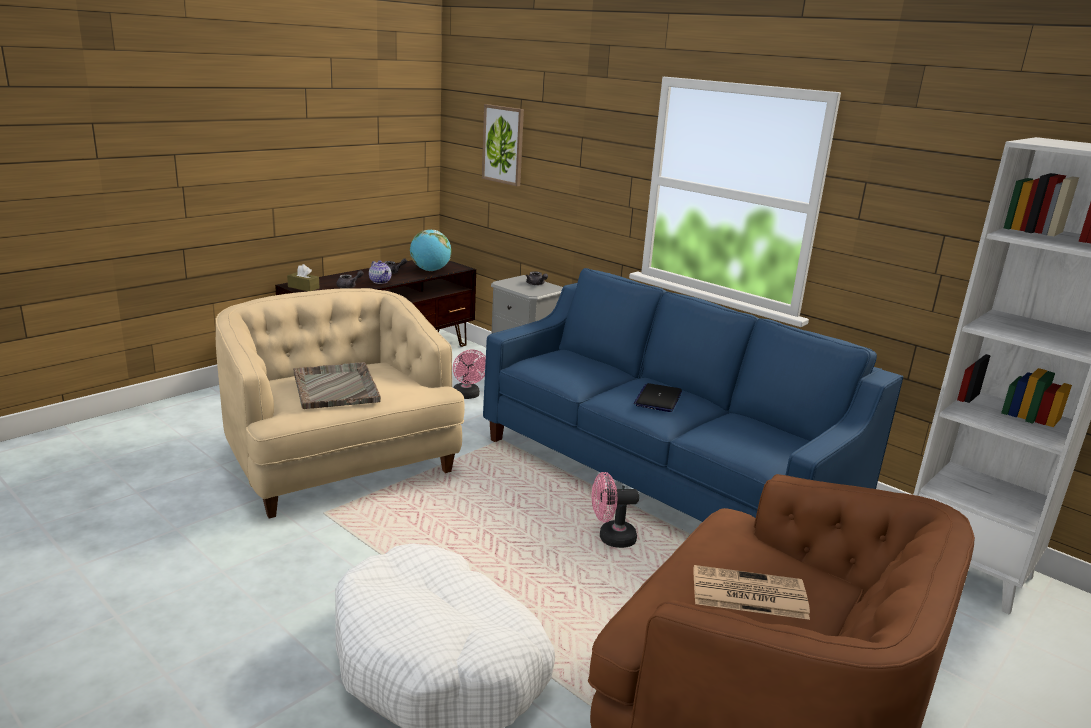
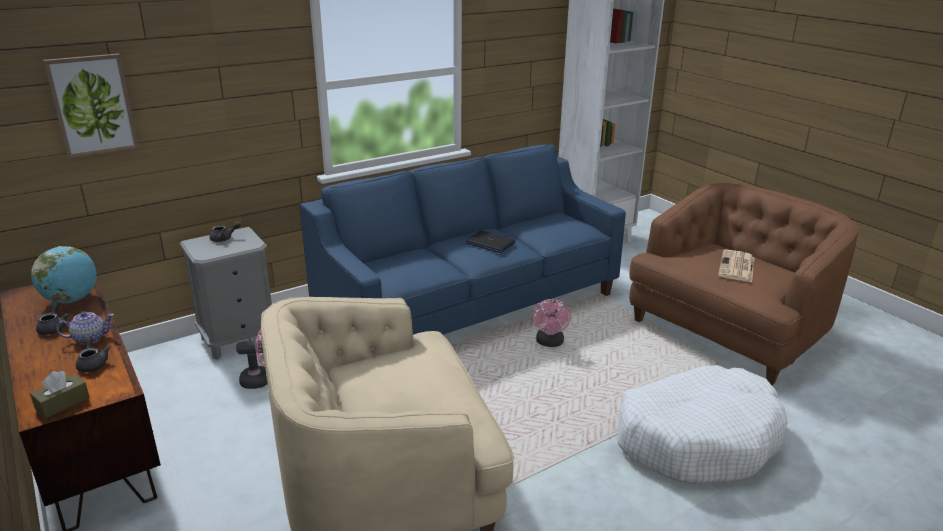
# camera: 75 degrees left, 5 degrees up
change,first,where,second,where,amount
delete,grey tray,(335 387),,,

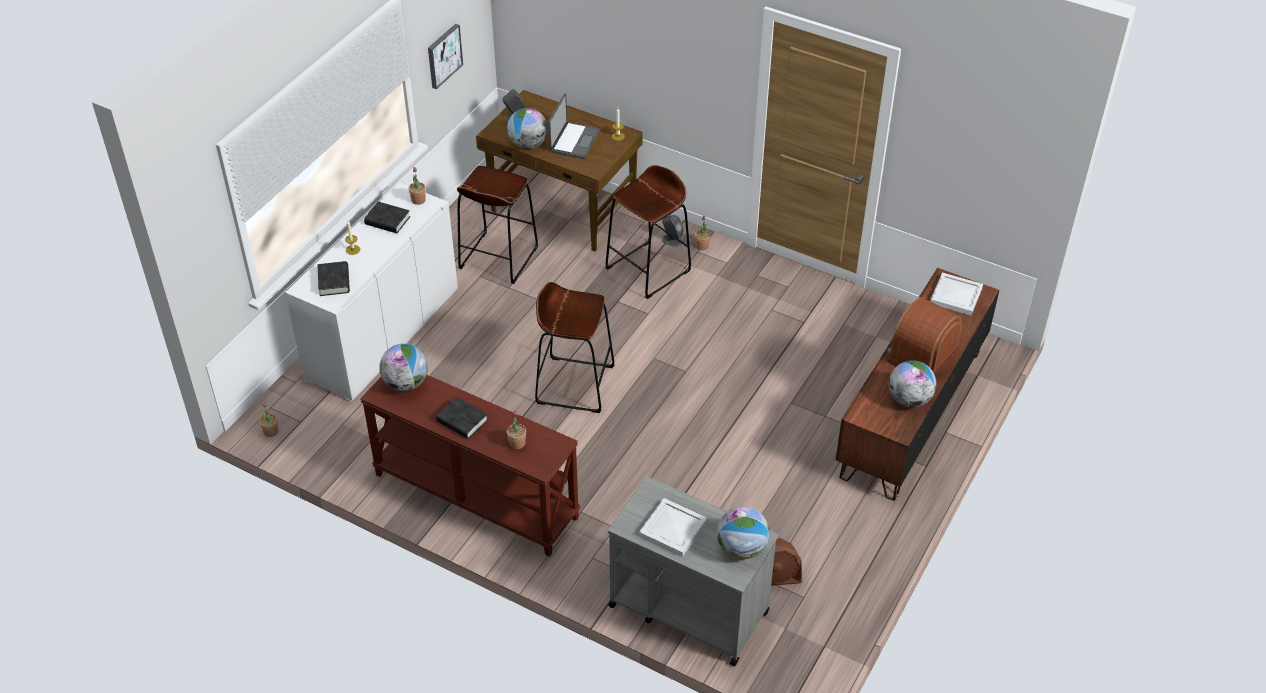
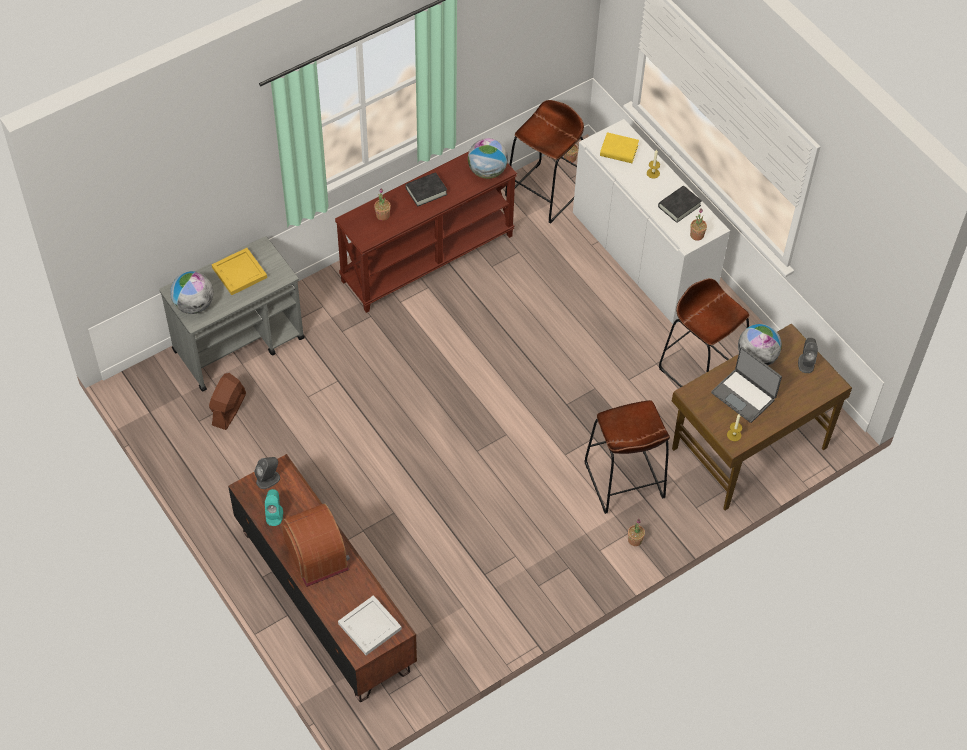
# camera: 115 degrees right, 10 degrees up
change,first,where,second,where,amount
delete,picture,(443 55),,,
move,brown stool,(575 384),,(545 192),
move,grey speaker,(672 240),,(268 479),
replace,globe,(909 399),turquoise speaker,(274 514),
recolor,black book,(334 281),yellow book,(619 151),
recolor,white tray,(672 528),yellow tray,(240 273),

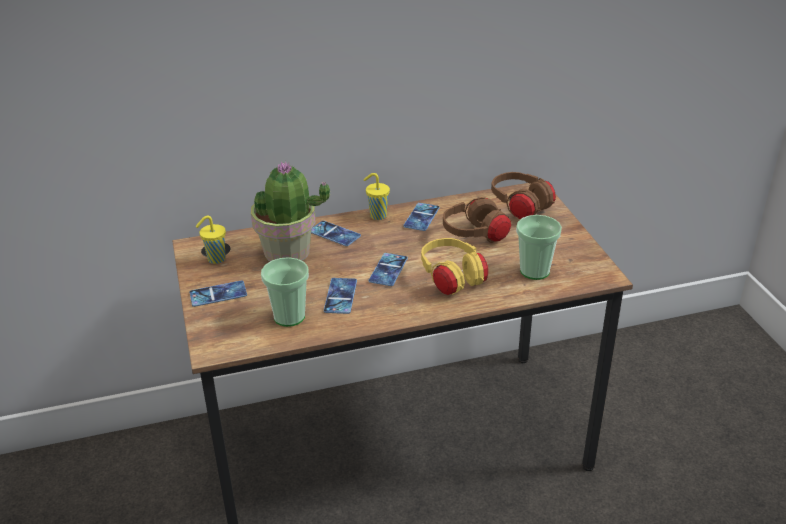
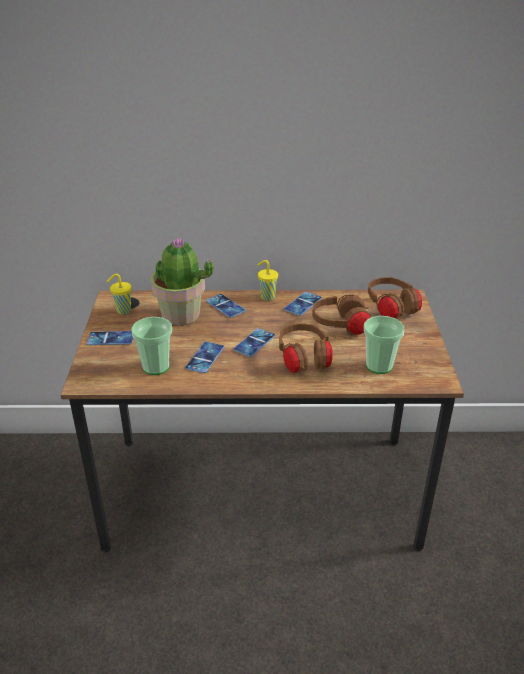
# camera: 15 degrees right, 0 degrees up
change,first,where,second,where,amount
recolor,yellow headphones,(452 280),brown headphones,(304 360),

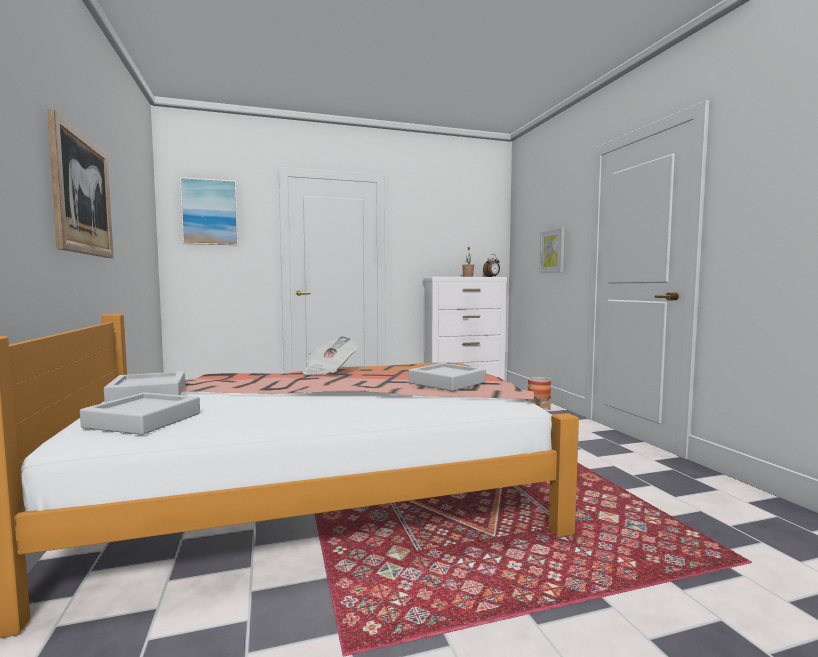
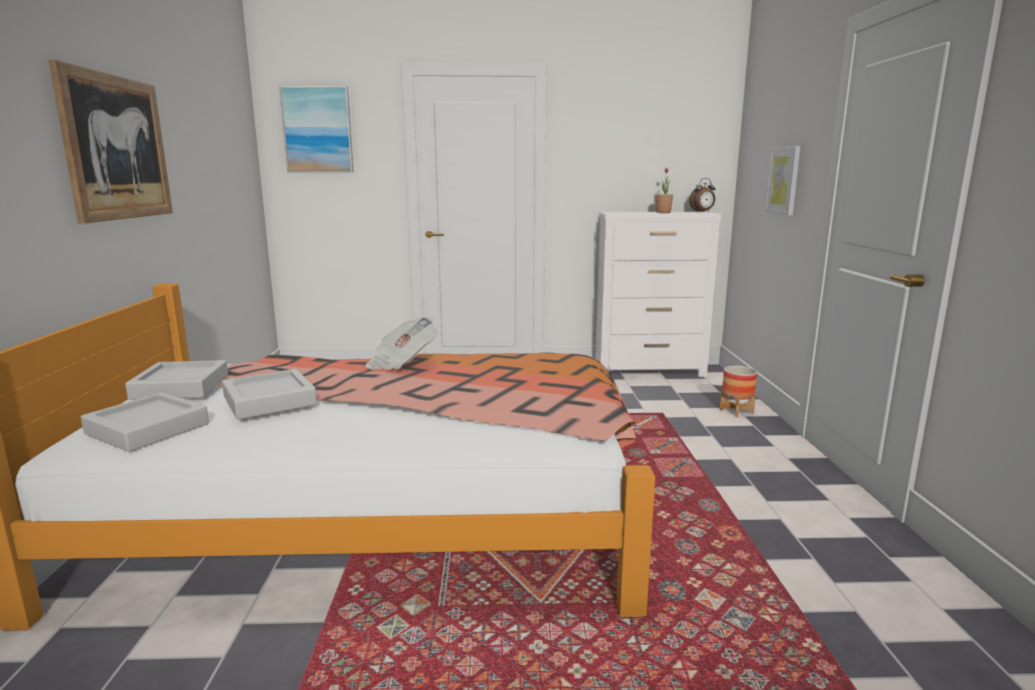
# camera: 15 degrees right, 10 degrees up
change,first,where,second,where,amount
move,grey tray,(447 382),,(269 401),

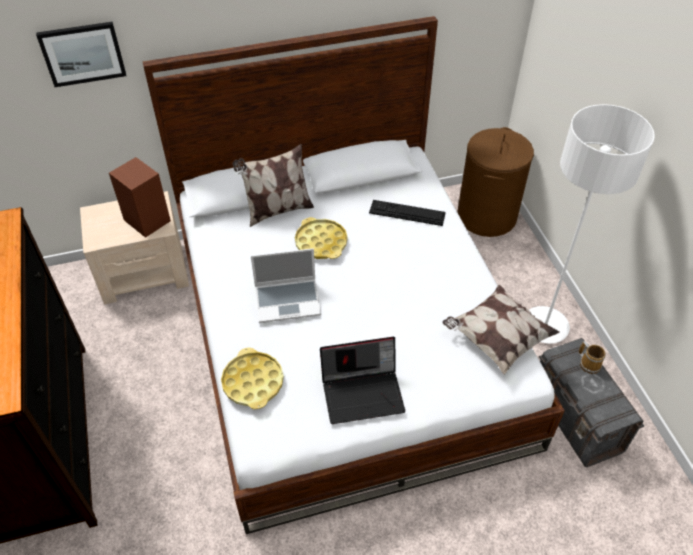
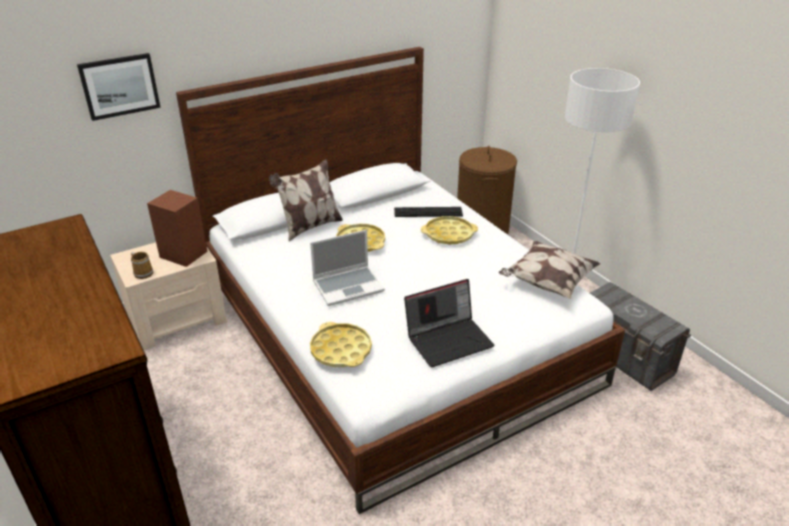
# camera: 15 degrees left, 15 degrees down
change,first,where,second,where,amount
insert,,,yellow tray,(449 234),
move,mug,(589 363),,(143 272),

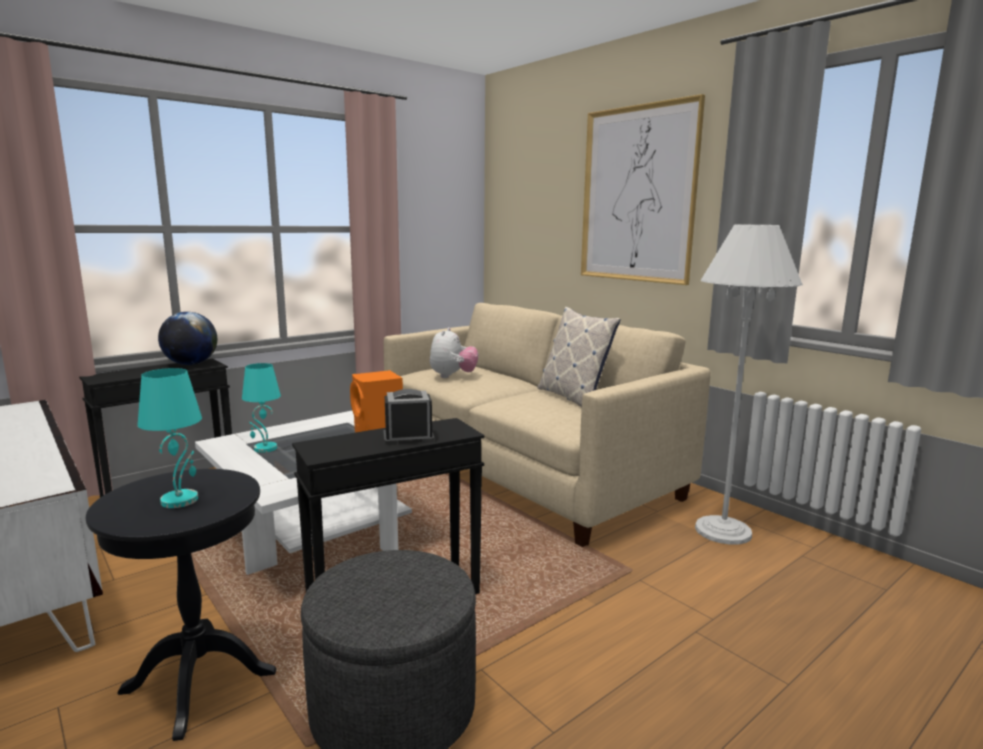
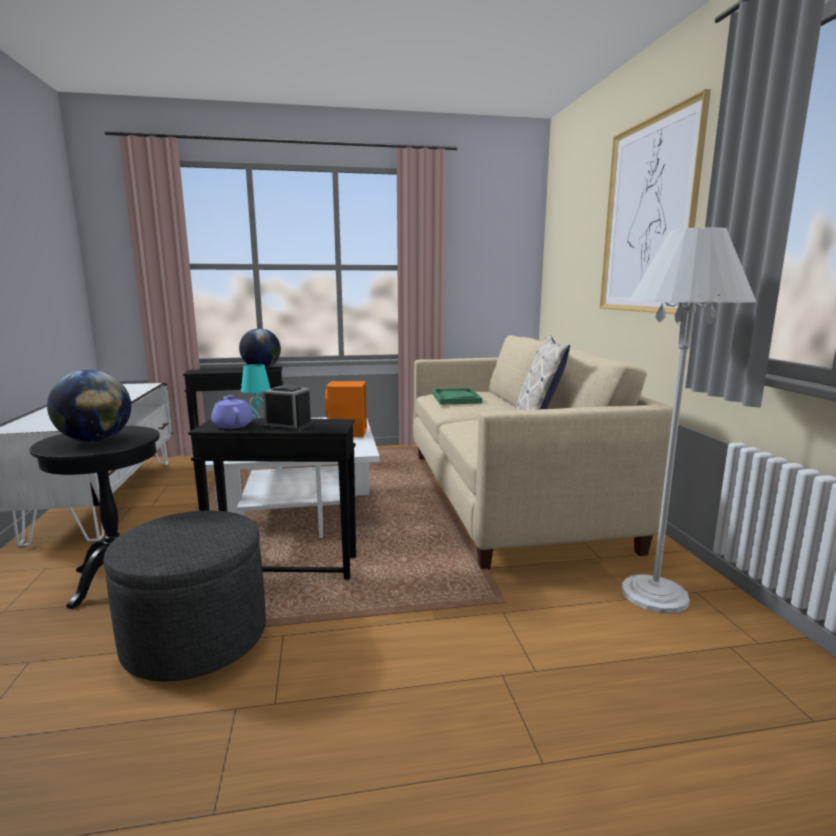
# camera: 30 degrees right, 0 degrees up
change,first,where,second,where,amount
insert,,,purple teapot,(233 425),
replace,turquoise table lamp,(180 500),globe,(95 440),
replace,plush toy,(452 376),green tray,(456 398),

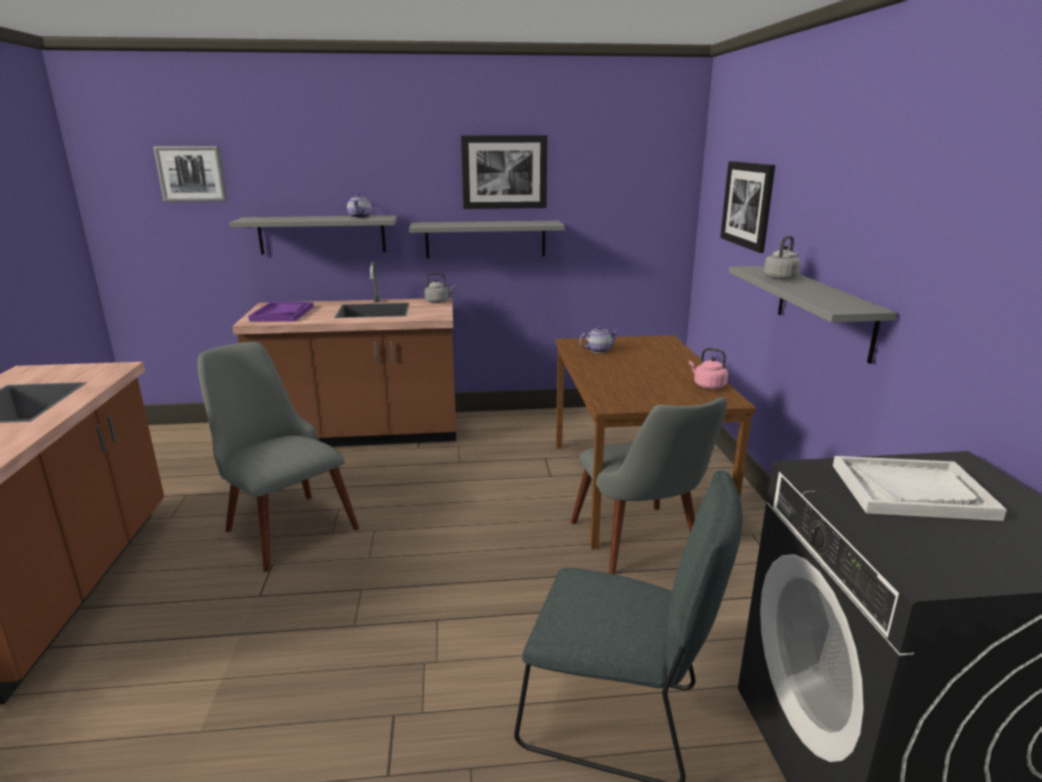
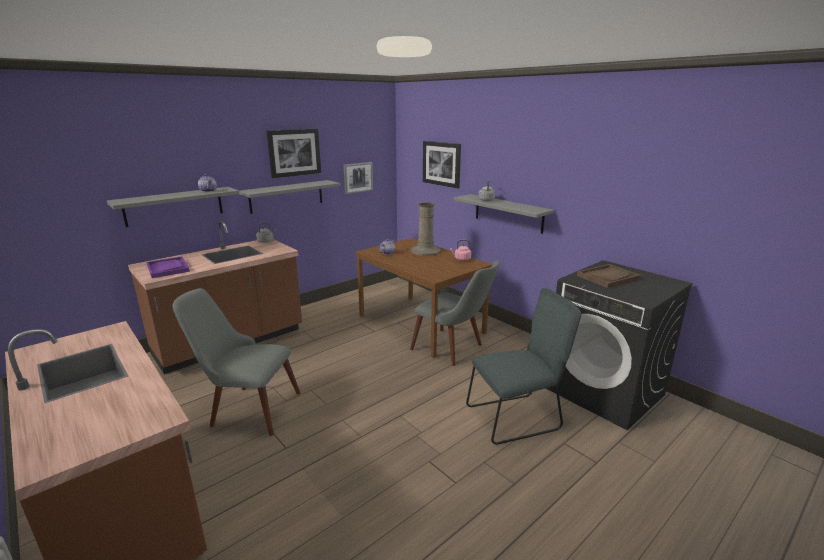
# camera: 35 degrees left, 0 degrees up
change,first,where,second,where,amount
insert,,,beige vase,(425 251),
move,picture,(191 174),,(358 177),
recolor,white tray,(911 491),brown tray,(608 277),

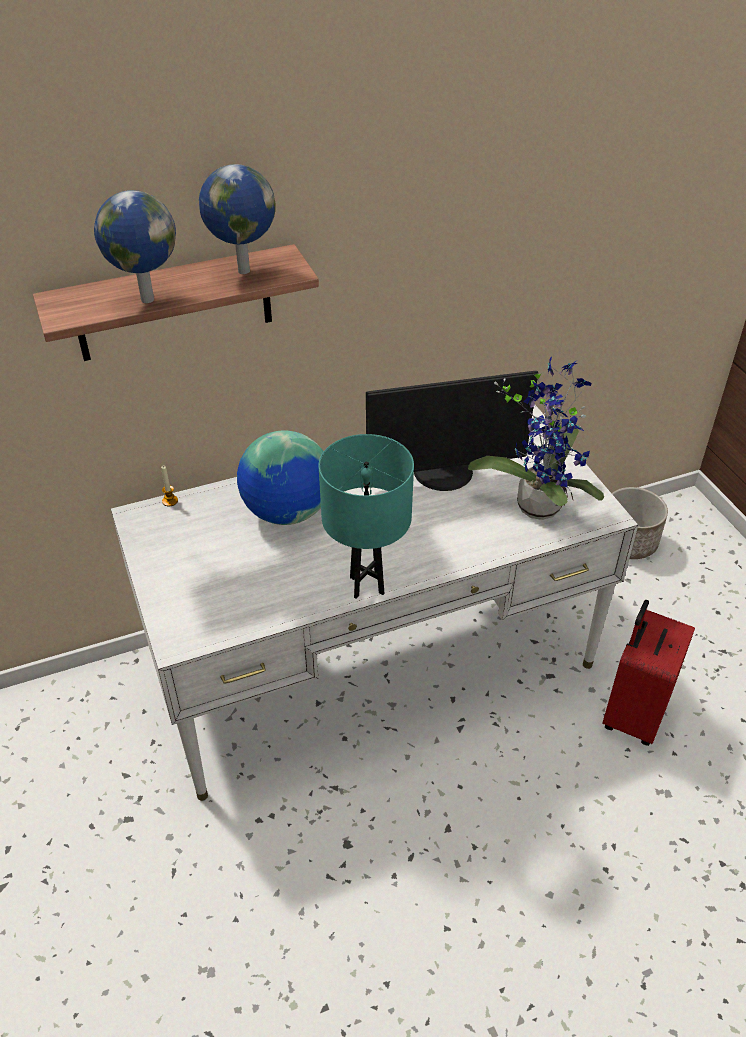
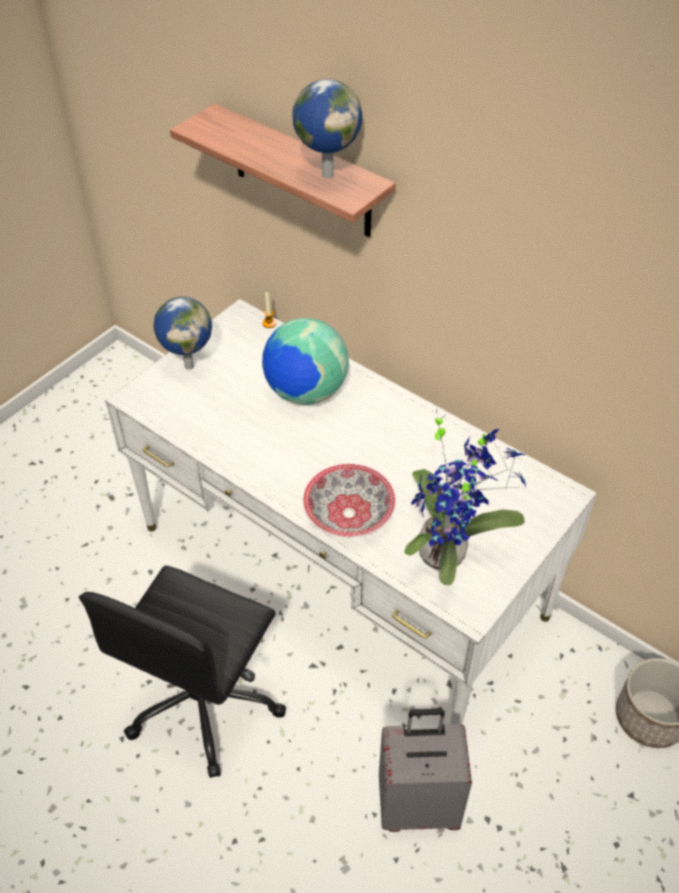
# camera: 60 degrees right, 5 degrees up
change,first,where,second,where,amount
delete,turquoise table lamp,(366 585),,,
delete,monitor,(444 473),,,
insert,,,black office chair,(205 701),
insert,,,bowl,(348 514),
move,globe,(146 299),,(189 365),
recolor,red suitcase,(632 714),grey suitcase,(419 804),

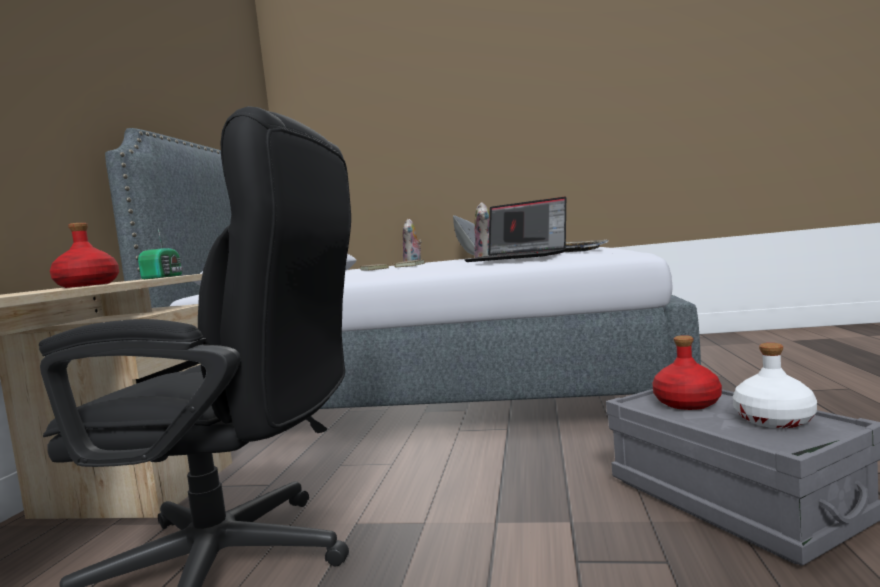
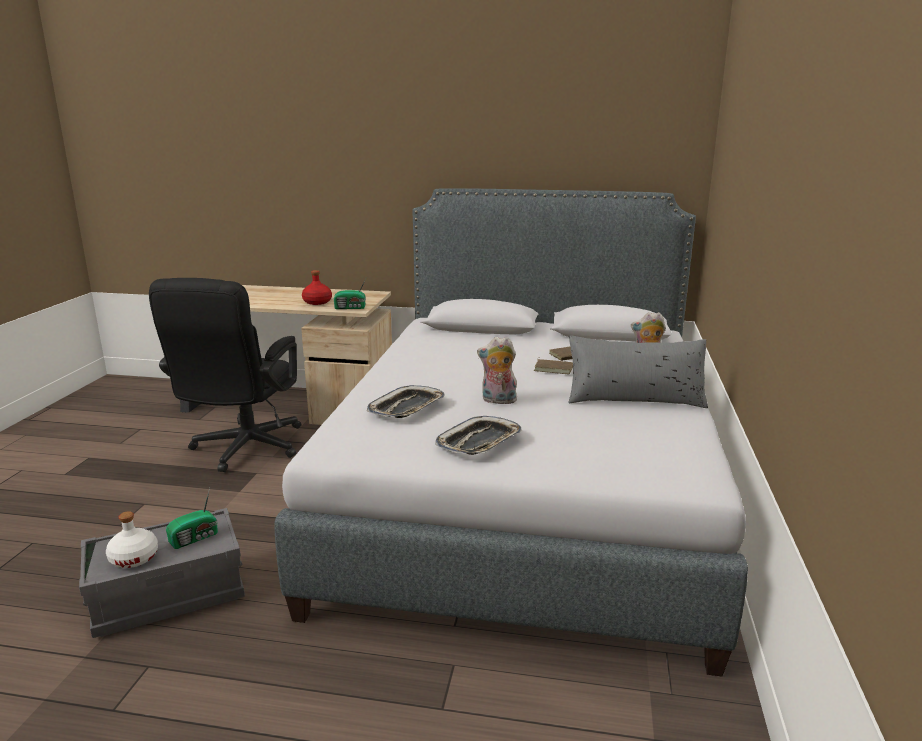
# camera: 90 degrees right, 15 degrees up
change,first,where,second,where,amount
replace,laptop,(519 257),tray,(407 408),
replace,red bottle,(686 403),radio,(195 538),

